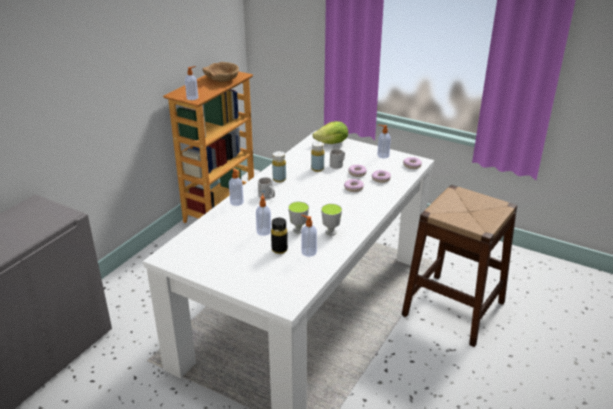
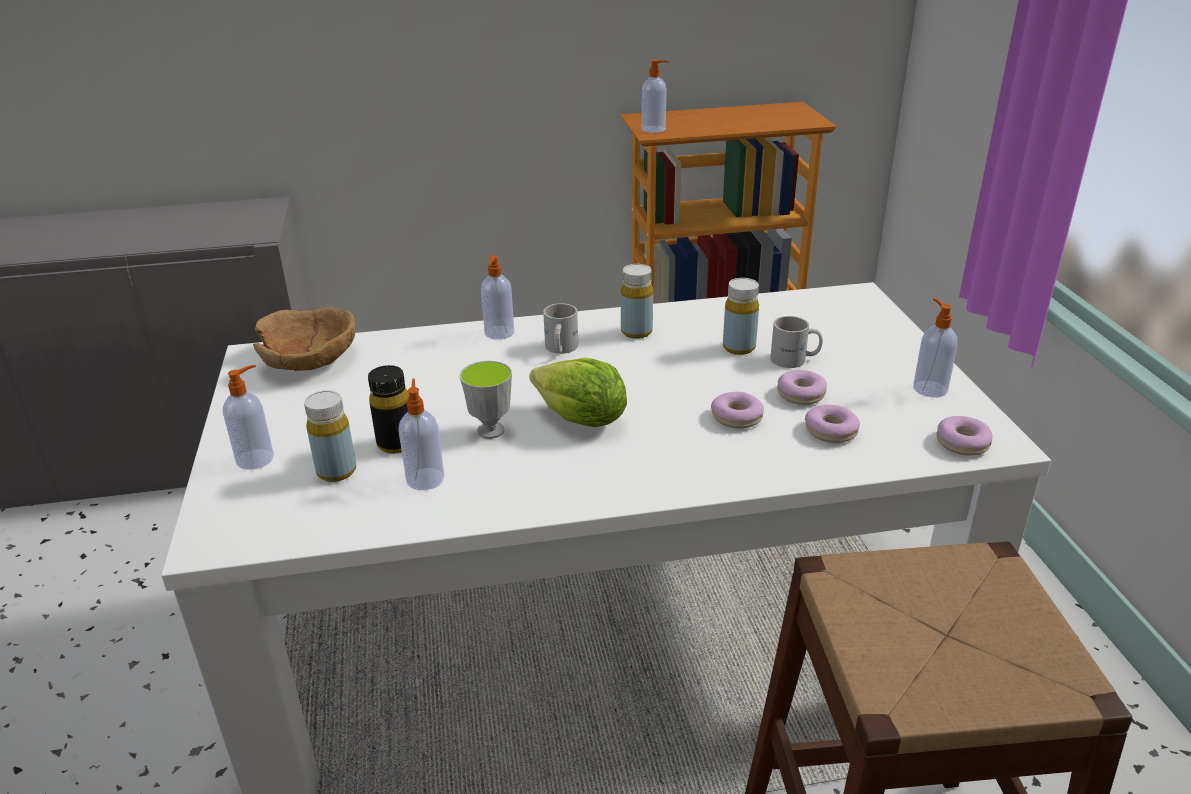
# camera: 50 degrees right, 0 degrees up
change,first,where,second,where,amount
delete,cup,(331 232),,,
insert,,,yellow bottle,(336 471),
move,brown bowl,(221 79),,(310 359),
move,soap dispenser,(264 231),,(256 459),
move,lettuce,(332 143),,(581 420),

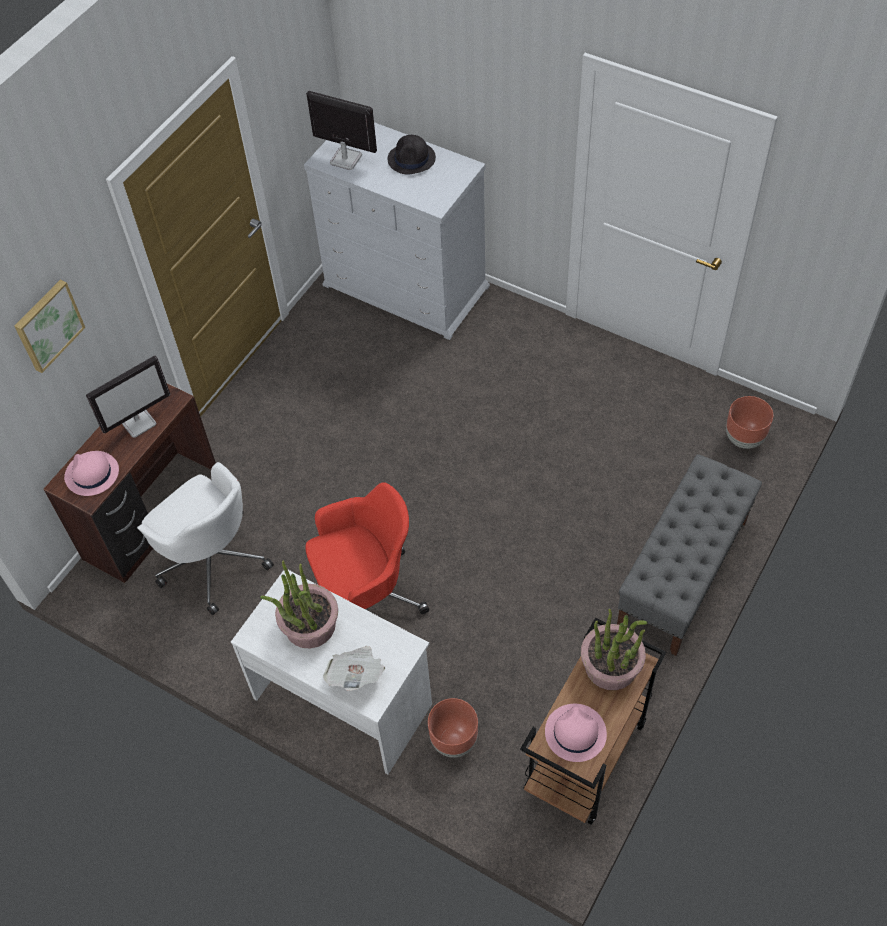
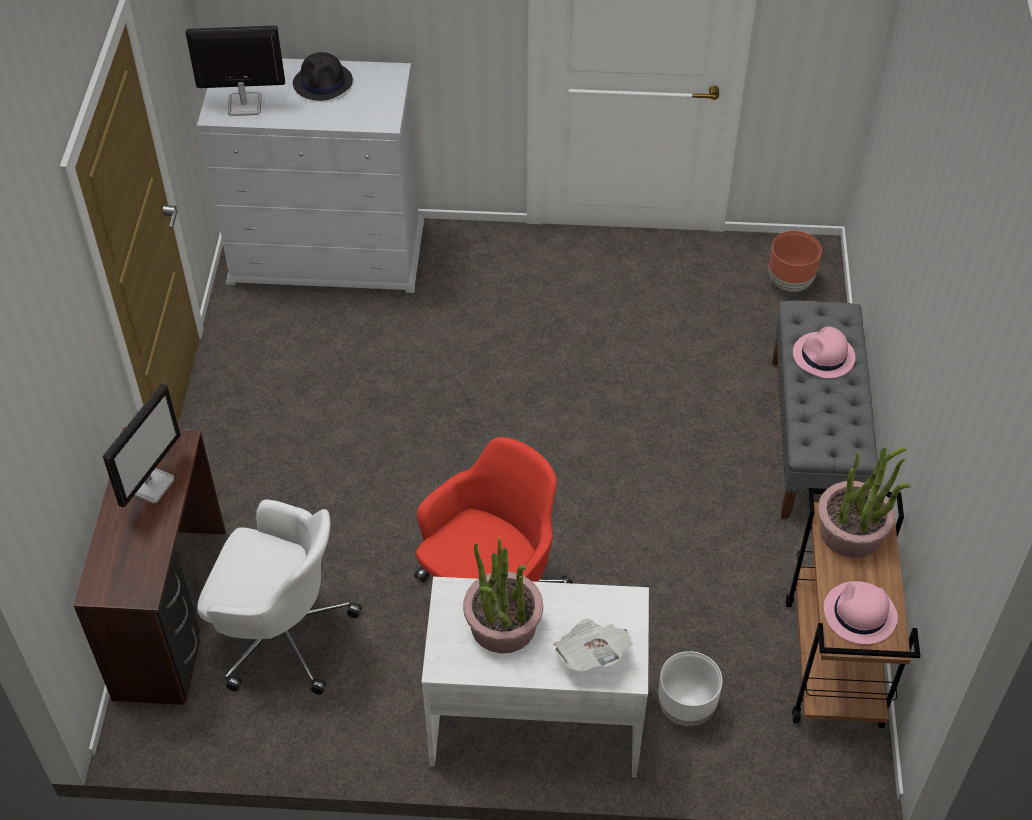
# camera: 30 degrees left, 5 degrees down
change,first,where,second,where,amount
delete,picture,(47 325),,,
move,pink hat,(91 474),,(823 356),
recolor,brown planter,(453 741),white planter,(685 709),

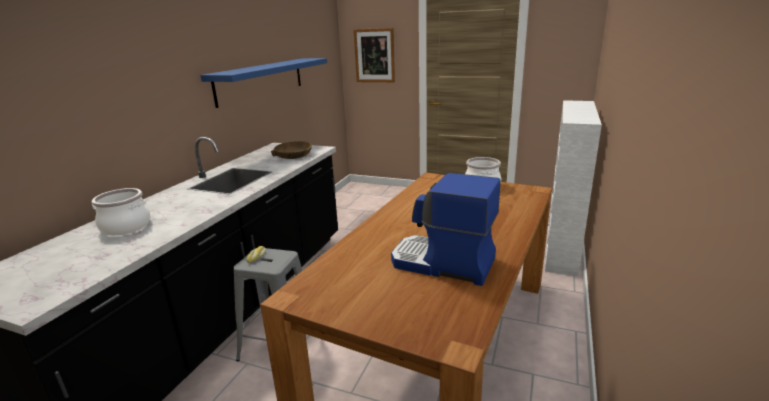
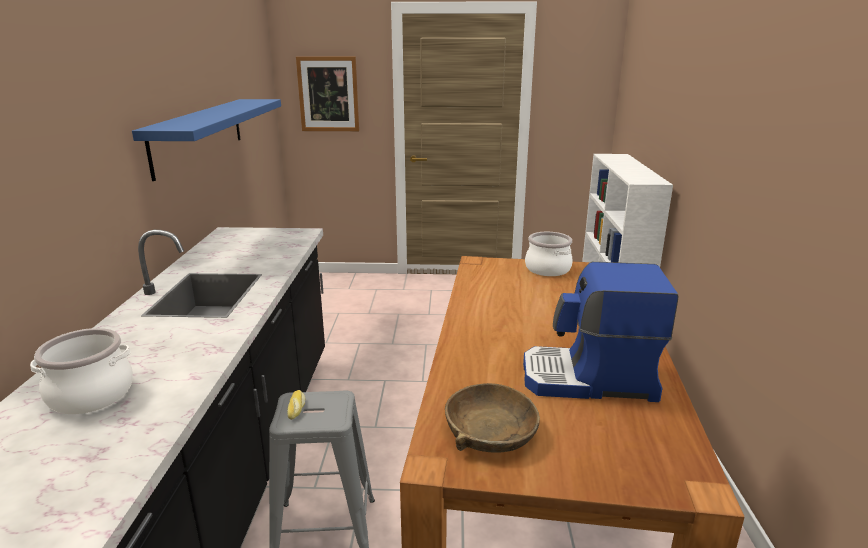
# camera: 20 degrees left, 0 degrees up
change,first,where,second,where,amount
move,brown bowl,(293 156),,(490 431),

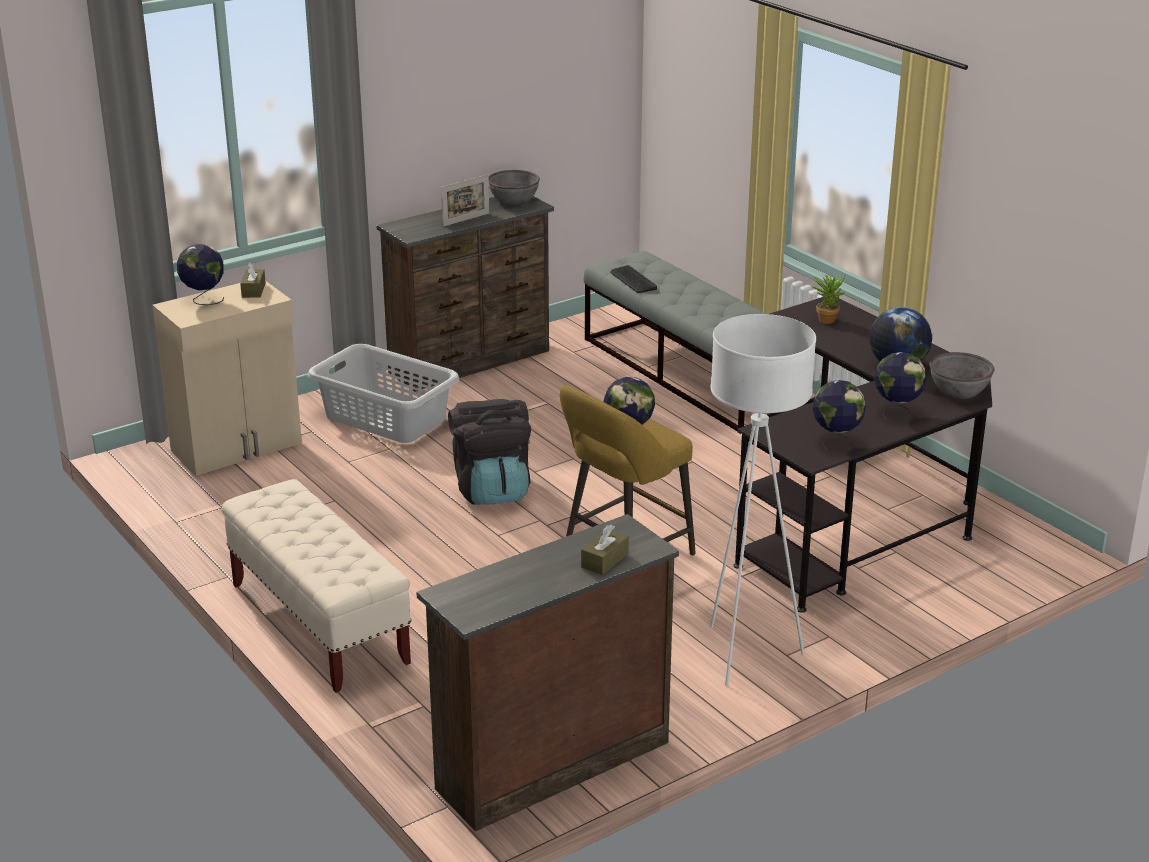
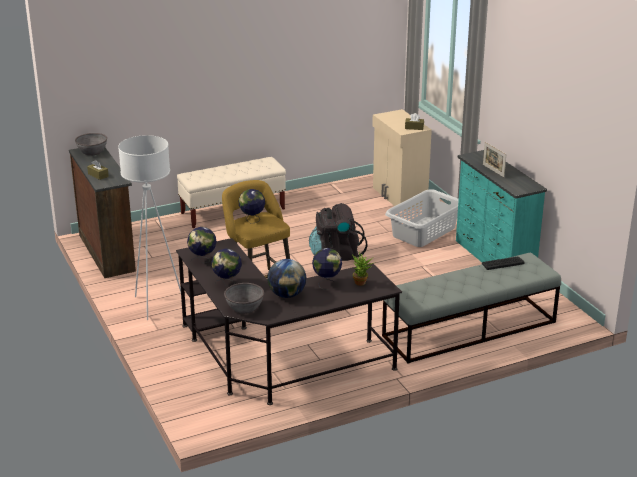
# camera: 100 degrees right, 0 degrees up
change,first,where,second,where,amount
move,globe,(203 300),,(327 283),
move,grey bowl,(514 201),,(92 152),
recolor,brown dresser,(472 362),turquoise dresser,(493 259),

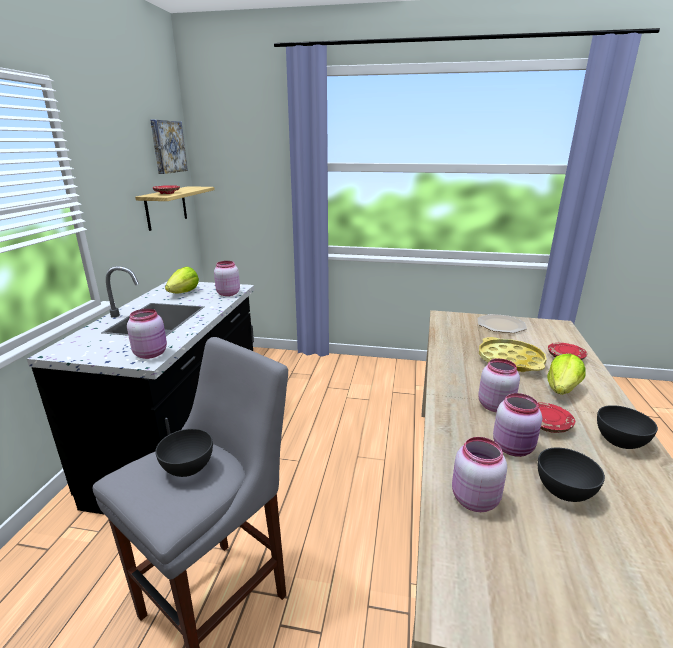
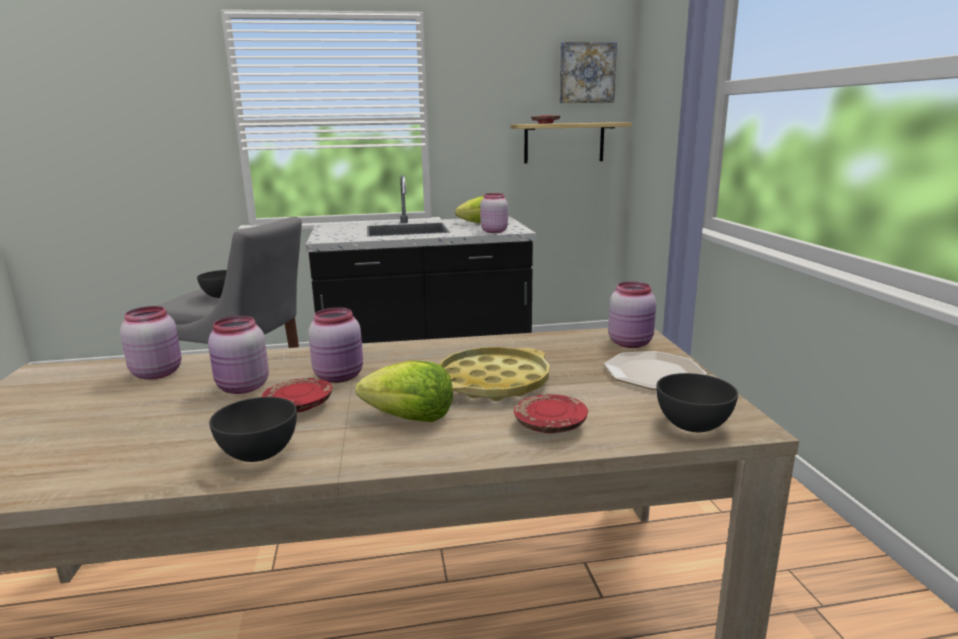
# camera: 70 degrees right, 5 degrees down
change,first,where,second,where,amount
move,pink jar,(151 353),,(631 343),
move,grey bowl,(564 491),,(692 425),

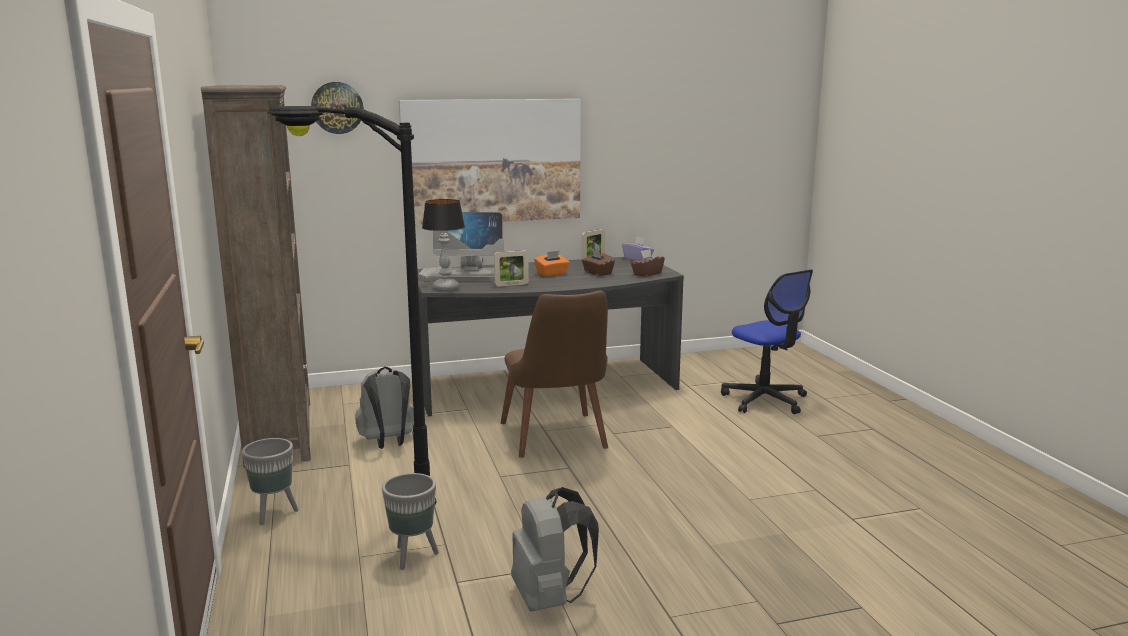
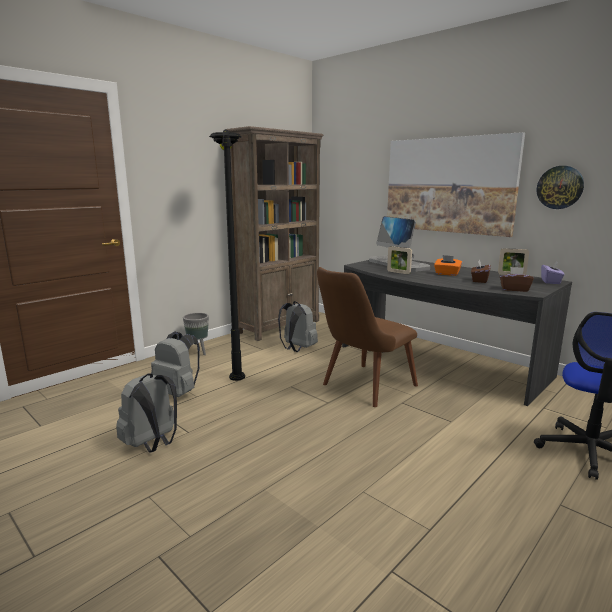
# camera: 60 degrees right, 0 degrees up
change,first,where,second,where,amount
delete,table lamp,(445 288),,,
move,wall clock,(337 108),,(560 187),
replace,grey planter,(413 556),grey backpack,(178 392),

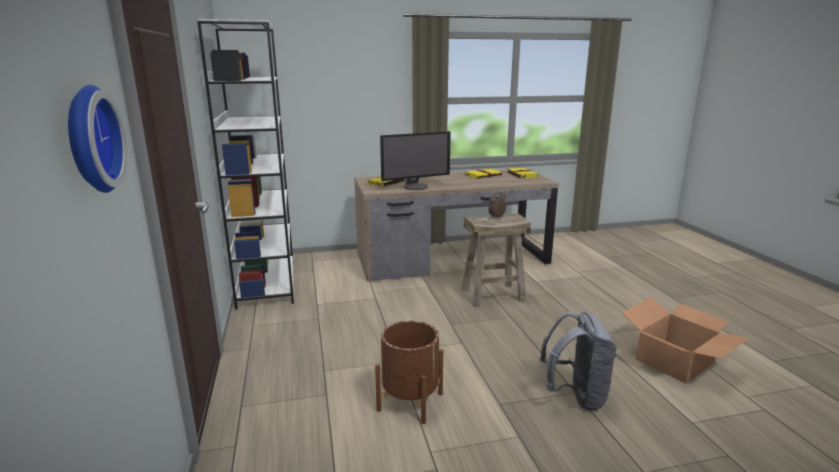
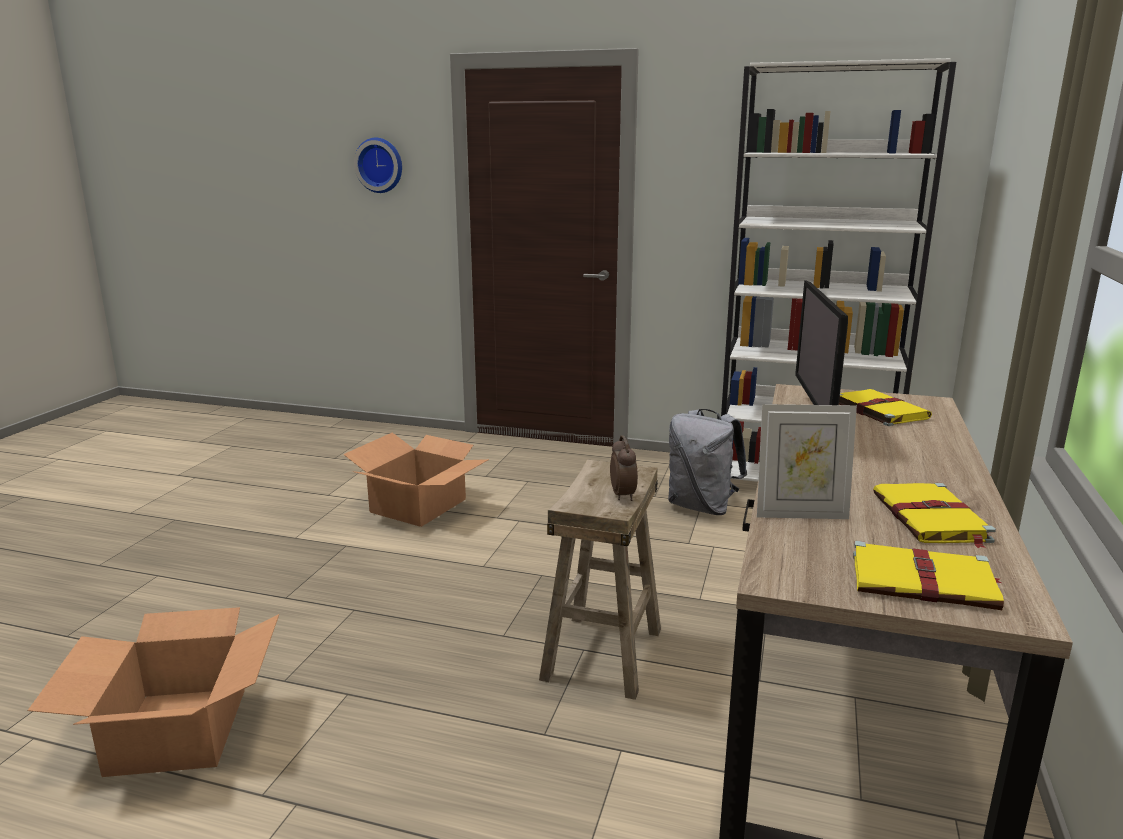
# camera: 120 degrees right, 0 degrees up
change,first,where,second,where,amount
insert,,,picture frame,(800 514),
move,grey backpack,(576 396),,(702 507),
replace,brown planter,(410 402),cardboard box,(419 506),

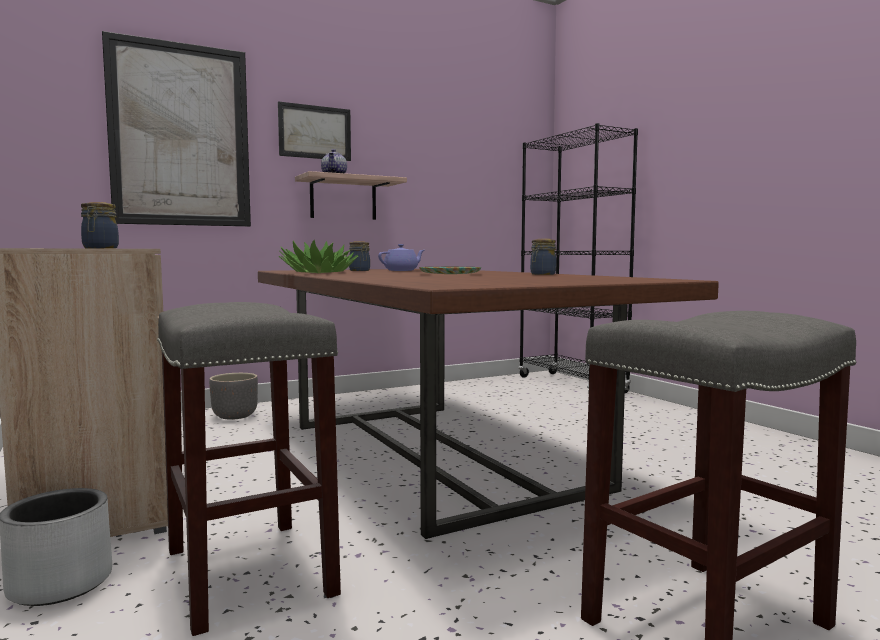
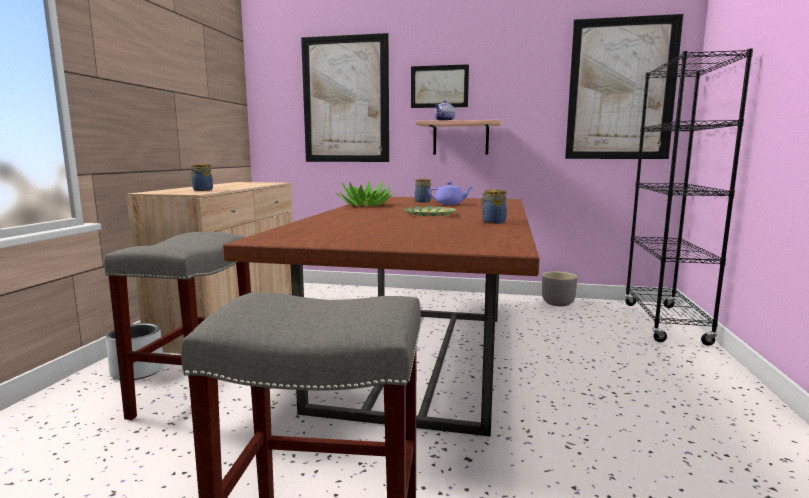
# camera: 40 degrees right, 5 degrees up
change,first,where,second,where,amount
insert,,,picture,(621 89),
move,grey planter,(235 416),,(558 303),

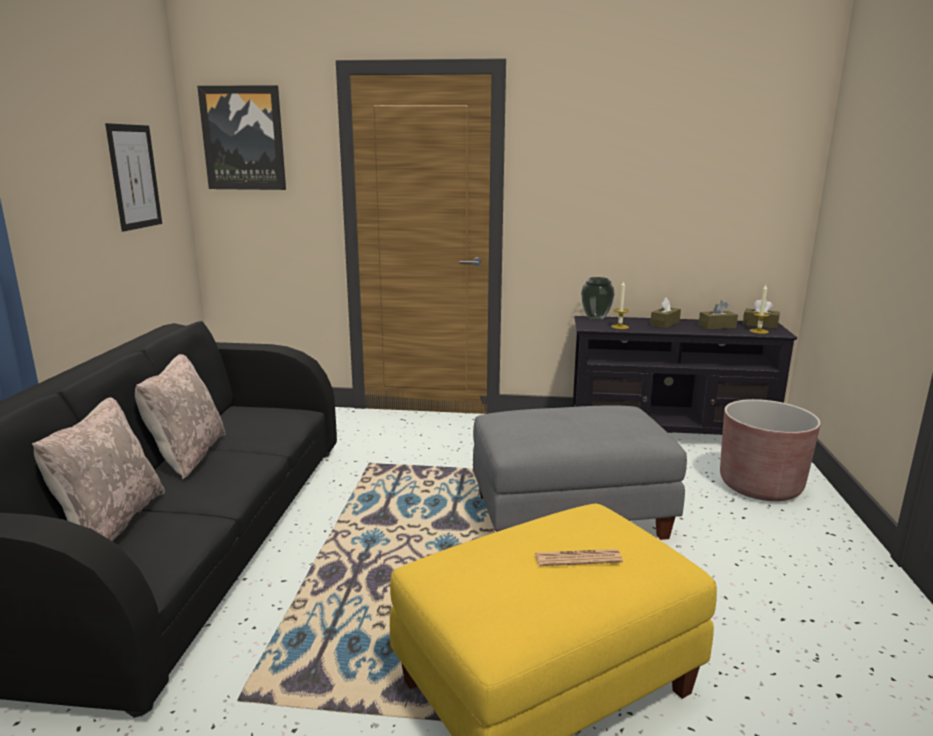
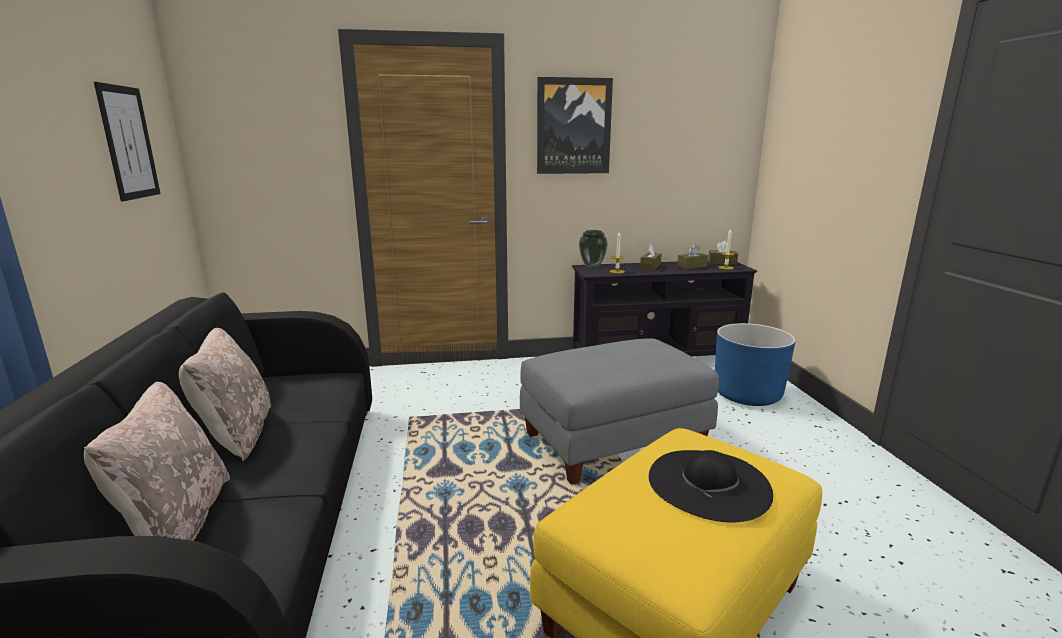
# camera: 15 degrees left, 0 degrees up
change,first,where,second,where,amount
move,picture,(243 138),,(573 126),
replace,newspaper,(578 558),black hat,(709 483),
recolor,brown planter,(760 486),blue planter,(747 394),

